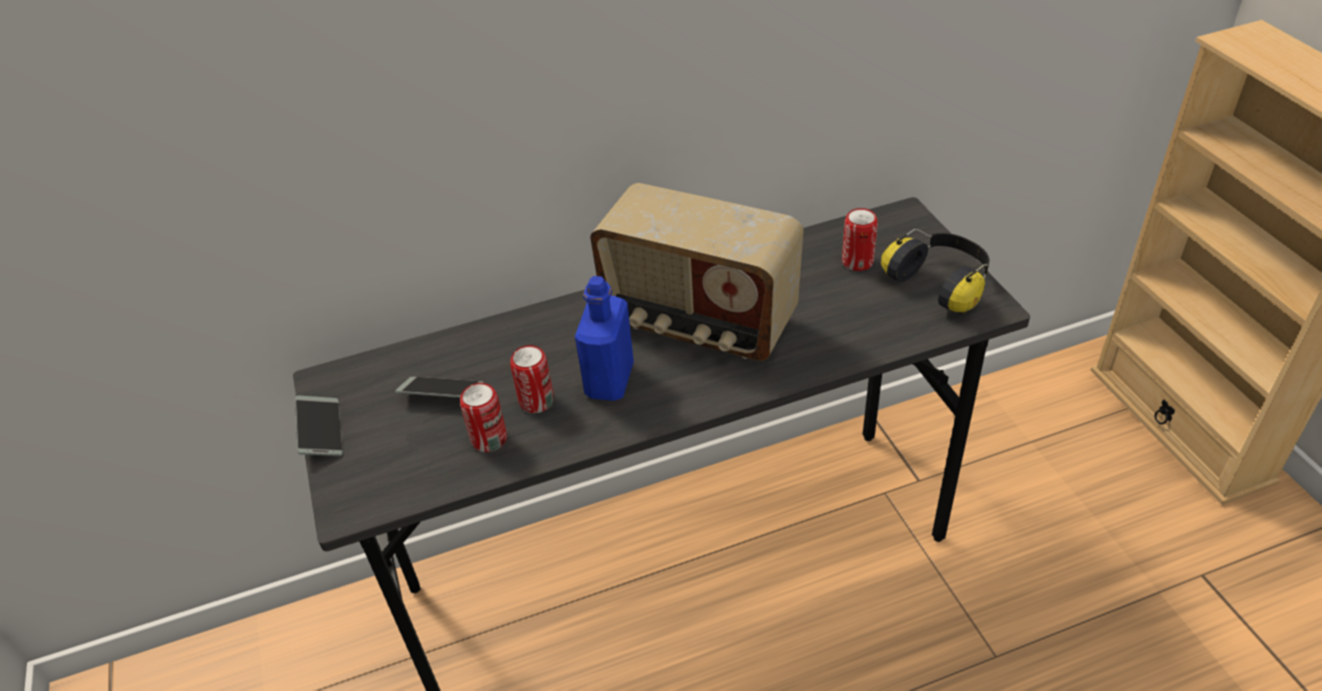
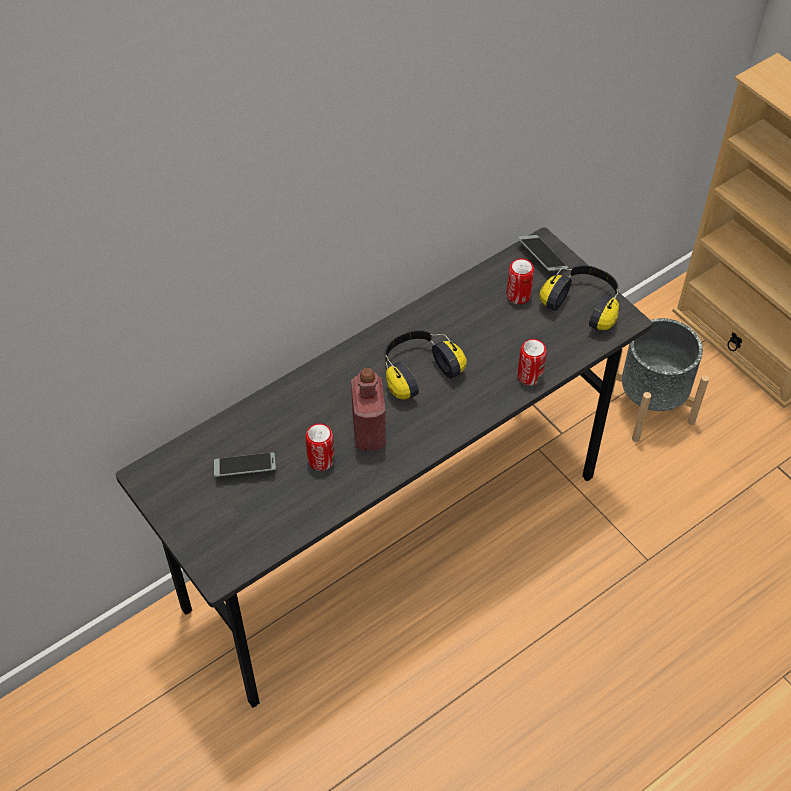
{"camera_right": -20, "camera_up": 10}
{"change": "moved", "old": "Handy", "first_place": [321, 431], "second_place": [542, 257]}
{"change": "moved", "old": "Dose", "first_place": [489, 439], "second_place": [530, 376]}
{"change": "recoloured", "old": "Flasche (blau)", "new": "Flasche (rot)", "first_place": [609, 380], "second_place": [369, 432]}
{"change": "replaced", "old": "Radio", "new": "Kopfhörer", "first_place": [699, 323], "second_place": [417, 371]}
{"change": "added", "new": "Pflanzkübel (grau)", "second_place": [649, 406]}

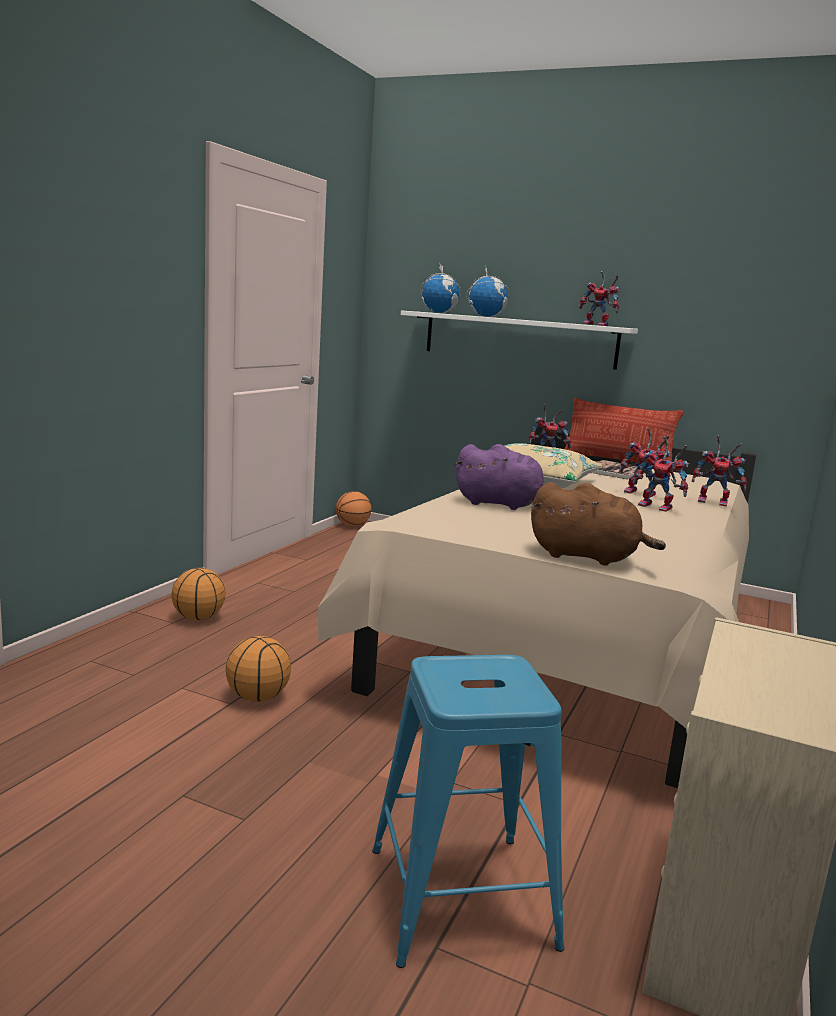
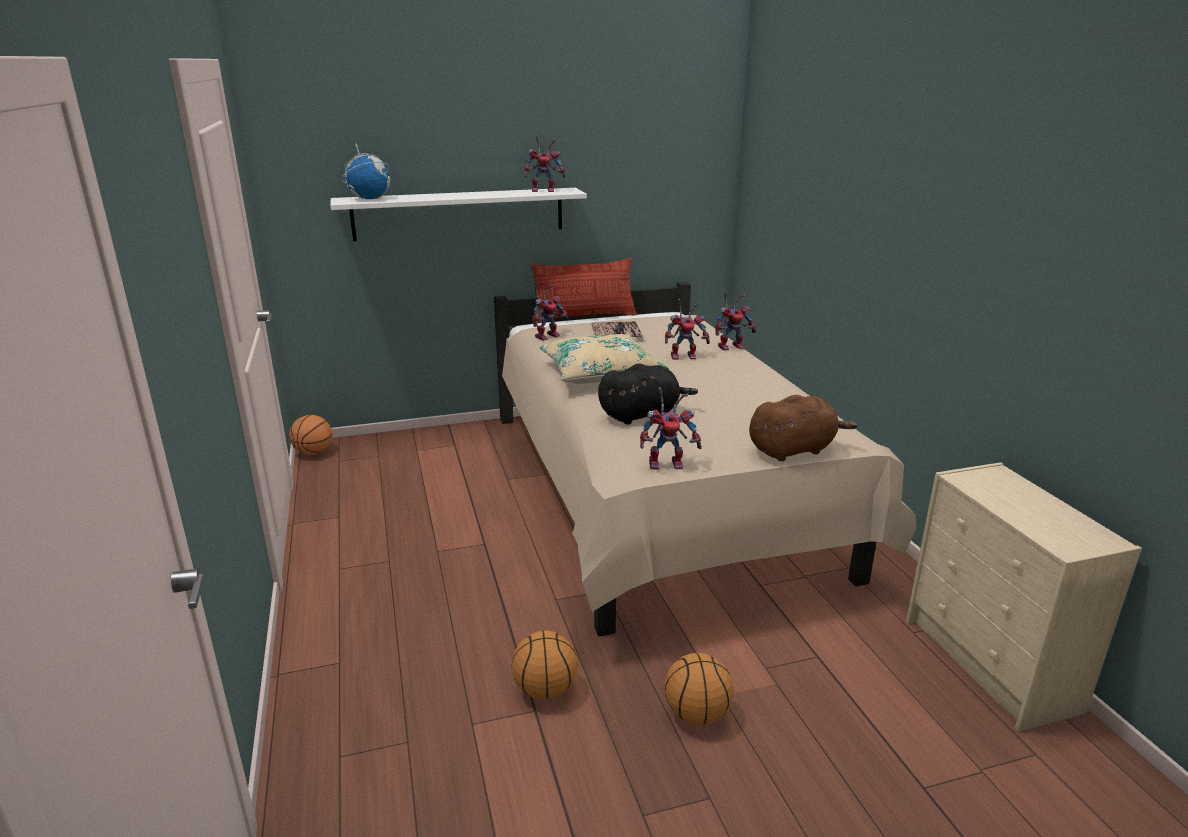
{"camera_right": -40, "camera_up": 10}
{"change": "moved", "old": "Basketball", "first_place": [198, 618], "second_place": [696, 714]}
{"change": "removed", "old": "Hocker (blau)", "first_place": [461, 896]}
{"change": "recoloured", "old": "Plüschtier (lila)", "new": "Plüschtier (schwarz)", "first_place": [501, 504], "second_place": [642, 415]}
{"change": "removed", "old": "Globus", "first_place": [486, 316]}
{"change": "moved", "old": "Spielzeugroboter", "first_place": [659, 507], "second_place": [668, 463]}

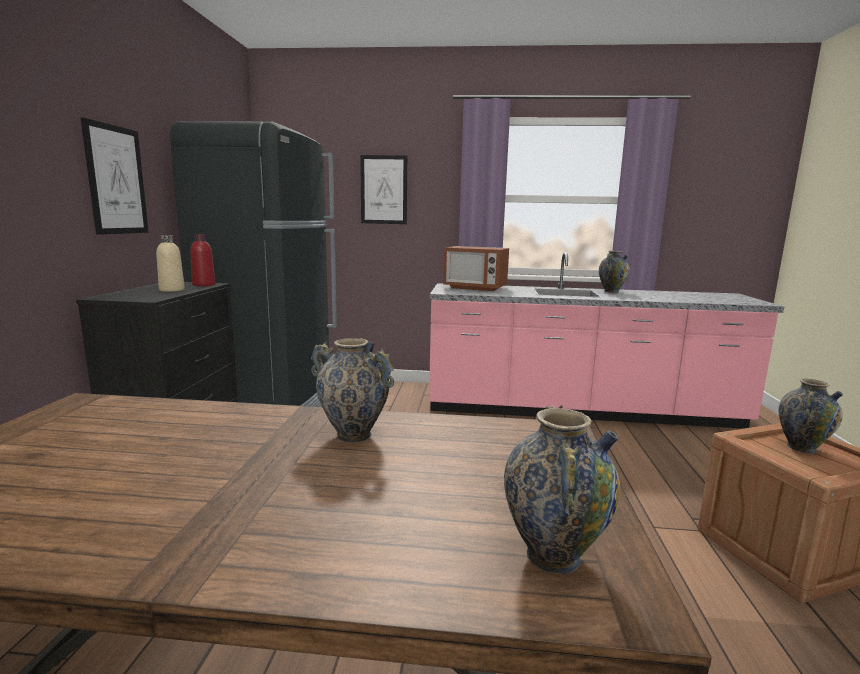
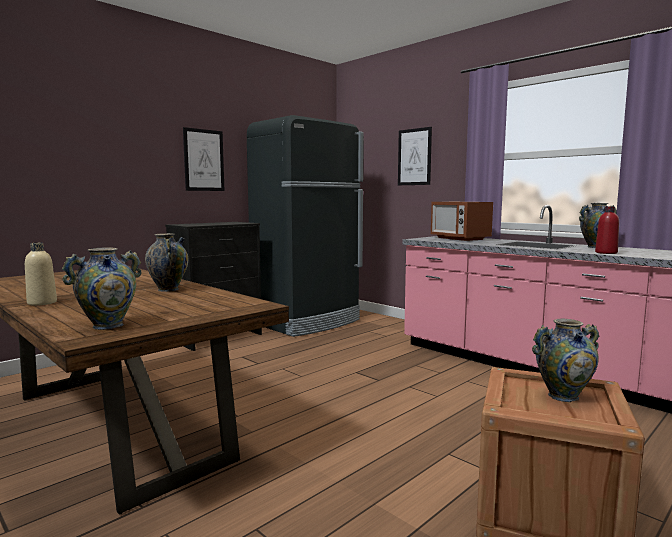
{"camera_right": 40, "camera_up": -5}
{"change": "moved", "old": "Flasche (beige)", "first_place": [172, 290], "second_place": [42, 303]}
{"change": "moved", "old": "Flasche (rot)", "first_place": [204, 285], "second_place": [606, 253]}

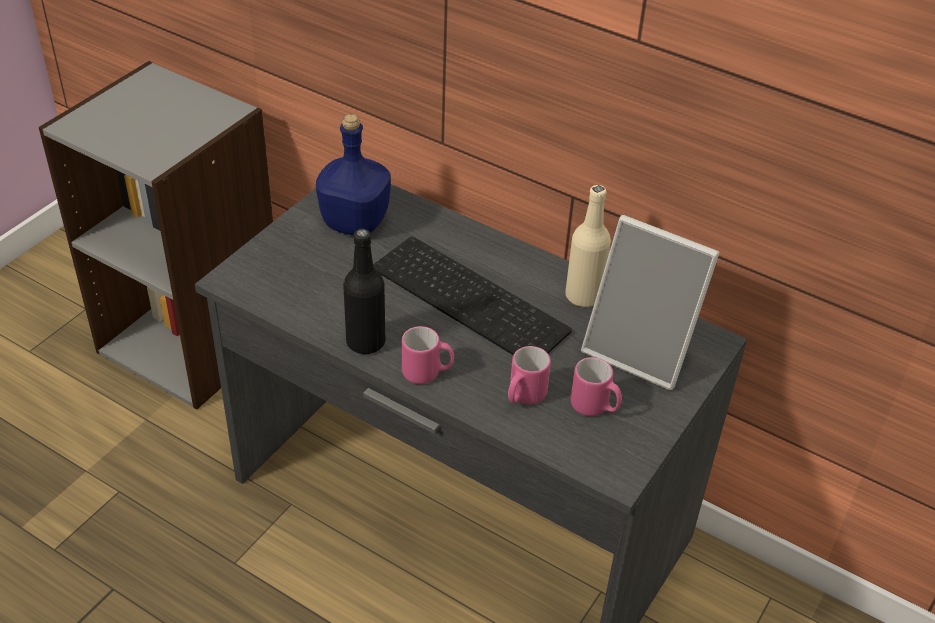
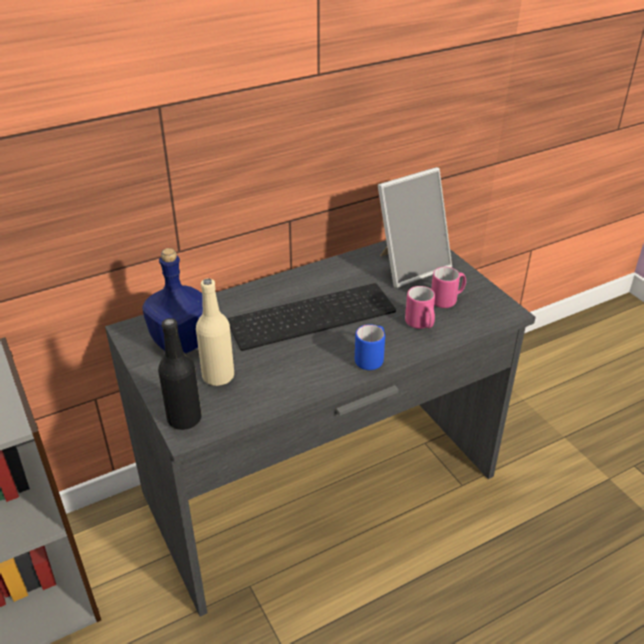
{"camera_right": -60, "camera_up": -5}
{"change": "moved", "old": "Flasche (schwarz)", "first_place": [365, 342], "second_place": [184, 419]}
{"change": "recoloured", "old": "Henkelbecher (rosa)", "new": "Henkelbecher (blau)", "first_place": [427, 373], "second_place": [371, 359]}
{"change": "moved", "old": "Flasche (beige)", "first_place": [583, 296], "second_place": [218, 376]}

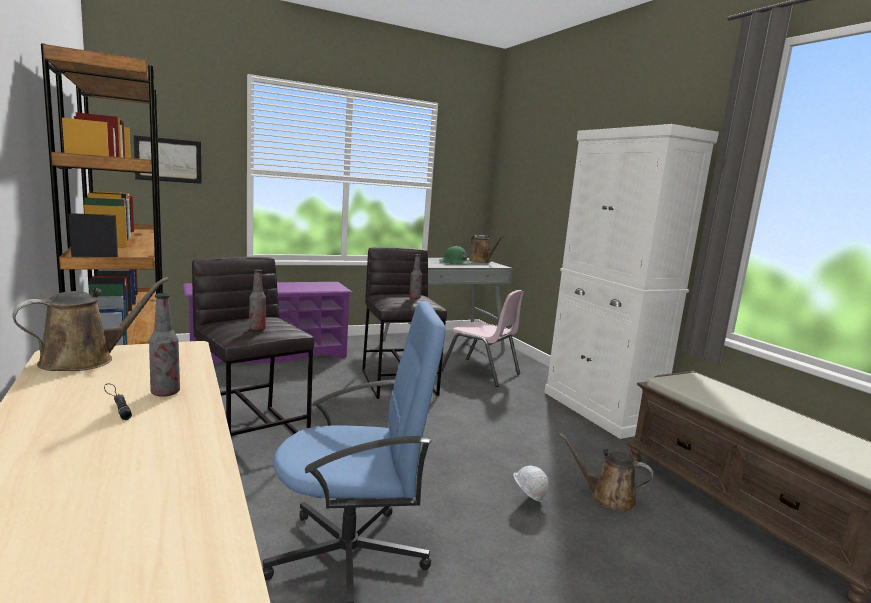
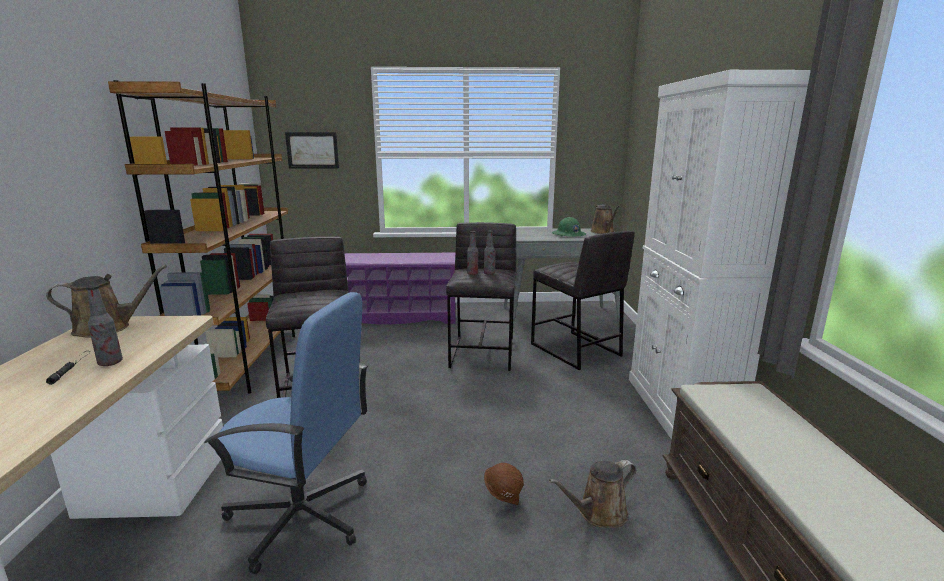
{"camera_right": 25, "camera_up": 5}
{"change": "moved", "old": "Flasche", "first_place": [257, 329], "second_place": [472, 274]}
{"change": "replaced", "old": "Stuhl (rosa)", "new": "Hocker (grau)", "first_place": [481, 372], "second_place": [575, 350]}
{"change": "recoloured", "old": "Schutzhelm (weiß)", "new": "Schutzhelm (braun)", "first_place": [527, 502], "second_place": [503, 499]}
{"change": "turned", "old": "Gießkanne (braun)", "first_place": [607, 498], "second_place": [598, 513], "degrees": -75}

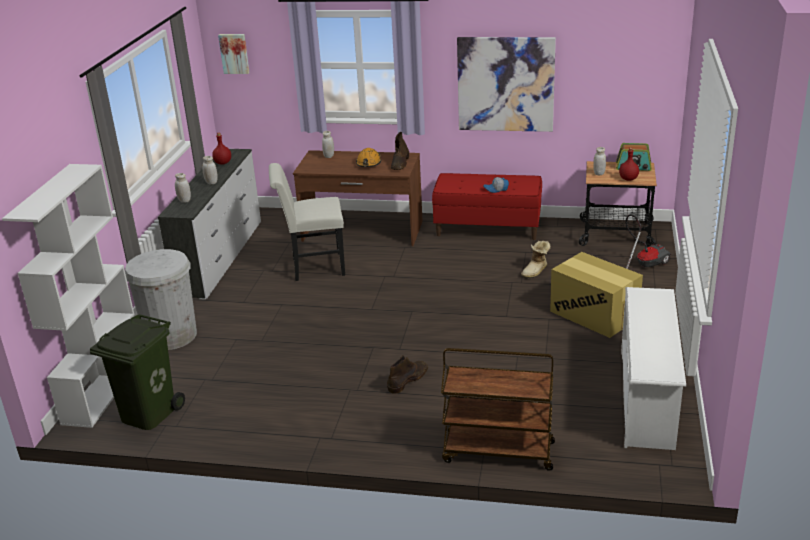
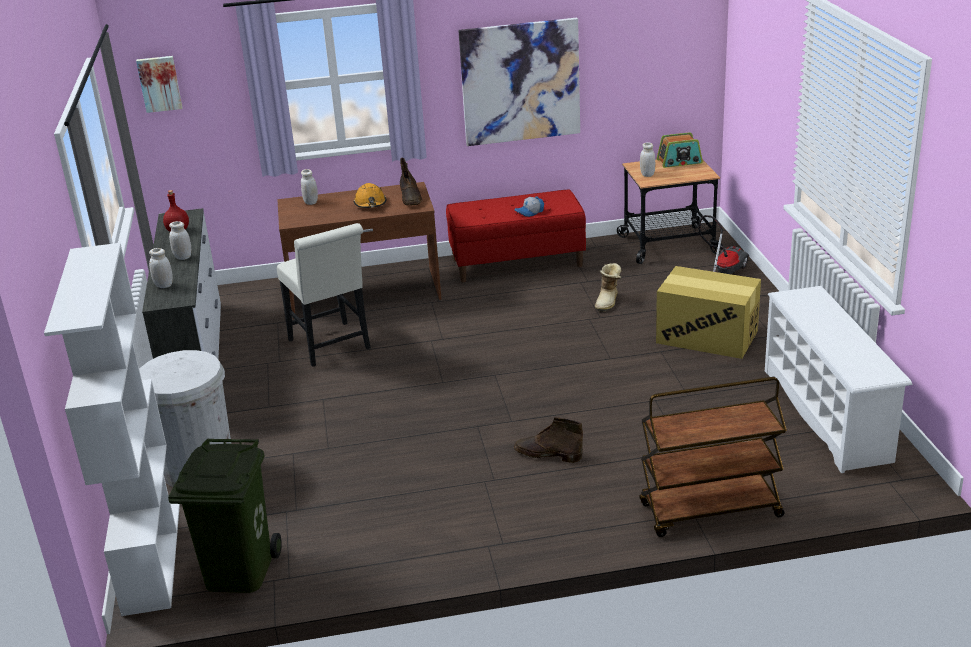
{"camera_right": -20, "camera_up": 0}
{"change": "turned", "old": "Stuhl (weiß)", "first_place": [313, 267], "second_place": [332, 347], "degrees": -90}
{"change": "turned", "old": "Stiefel (braun)", "first_place": [408, 380], "second_place": [547, 454], "degrees": -90}
{"change": "removed", "old": "Flasche (rot)", "first_place": [628, 179]}

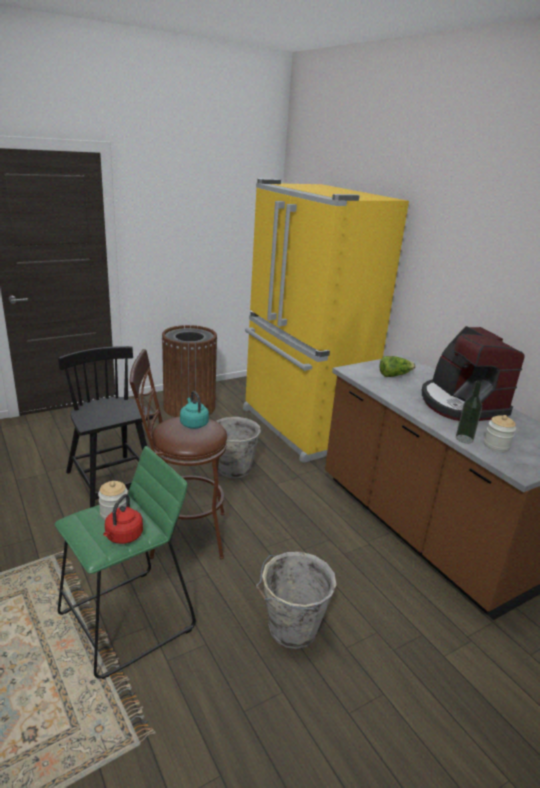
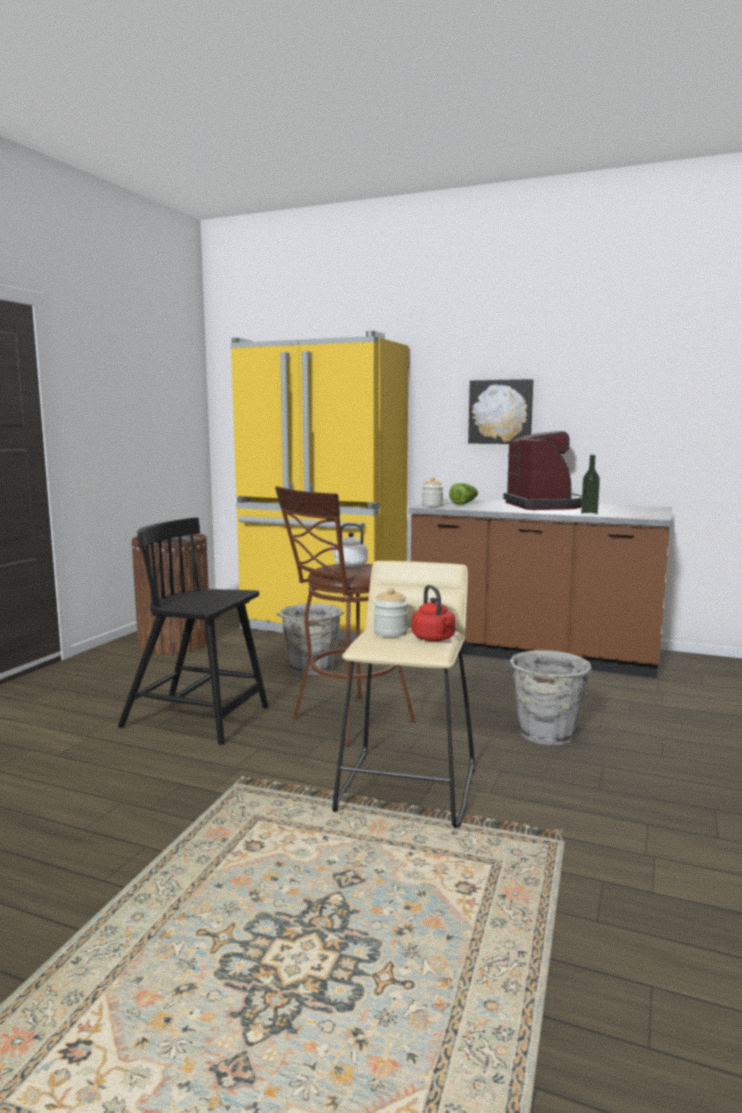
{"camera_right": -35, "camera_up": -15}
{"change": "recoloured", "old": "Hocker (grün)", "new": "Hocker (beige)", "first_place": [127, 621], "second_place": [408, 789]}
{"change": "recoloured", "old": "Wasserkessel (türkis)", "new": "Wasserkessel (weiß)", "first_place": [193, 423], "second_place": [348, 565]}
{"change": "turned", "old": "Kaffeemaschine", "first_place": [461, 404], "second_place": [544, 505], "degrees": -135}
{"change": "moved", "old": "Vorratsglas", "first_place": [496, 446], "second_place": [432, 506]}
{"change": "added", "new": "Bild", "second_place": [500, 412]}

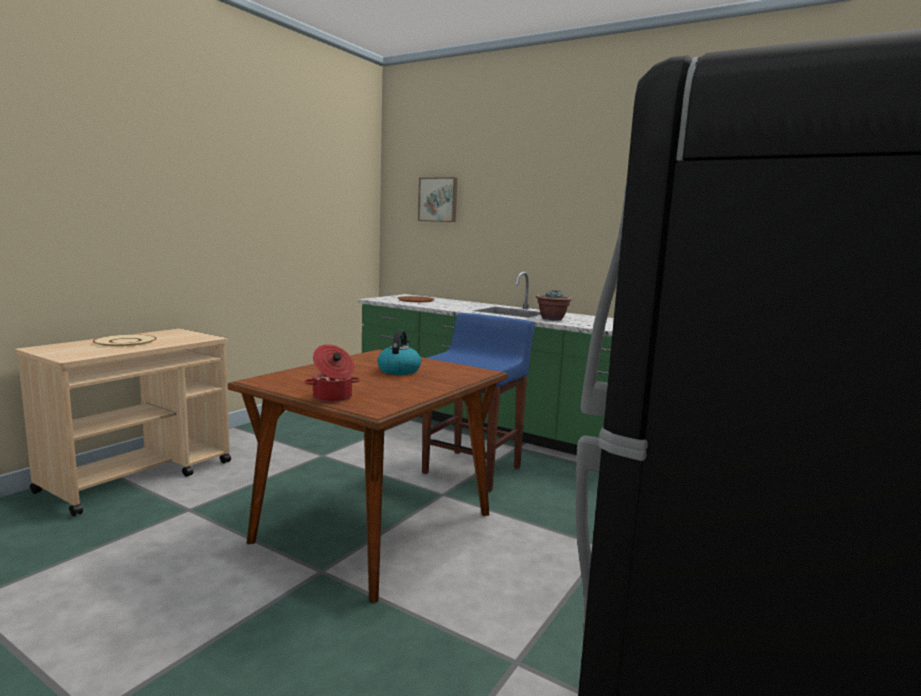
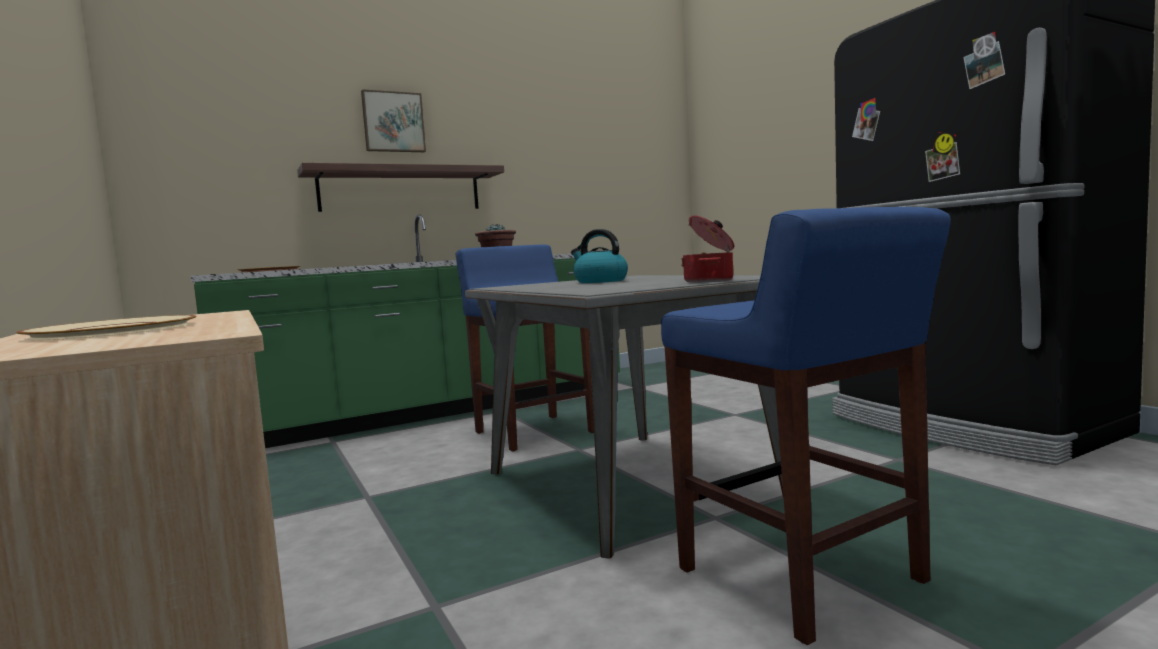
{"camera_right": -60, "camera_up": -5}
{"change": "recoloured", "old": "Esstisch (braun)", "new": "Esstisch (grau)", "first_place": [375, 528], "second_place": [630, 484]}
{"change": "moved", "old": "Bild", "first_place": [438, 200], "second_place": [393, 122]}
{"change": "added", "new": "Wandregal", "second_place": [401, 190]}
{"change": "added", "new": "Hocker (blau)", "second_place": [802, 577]}

